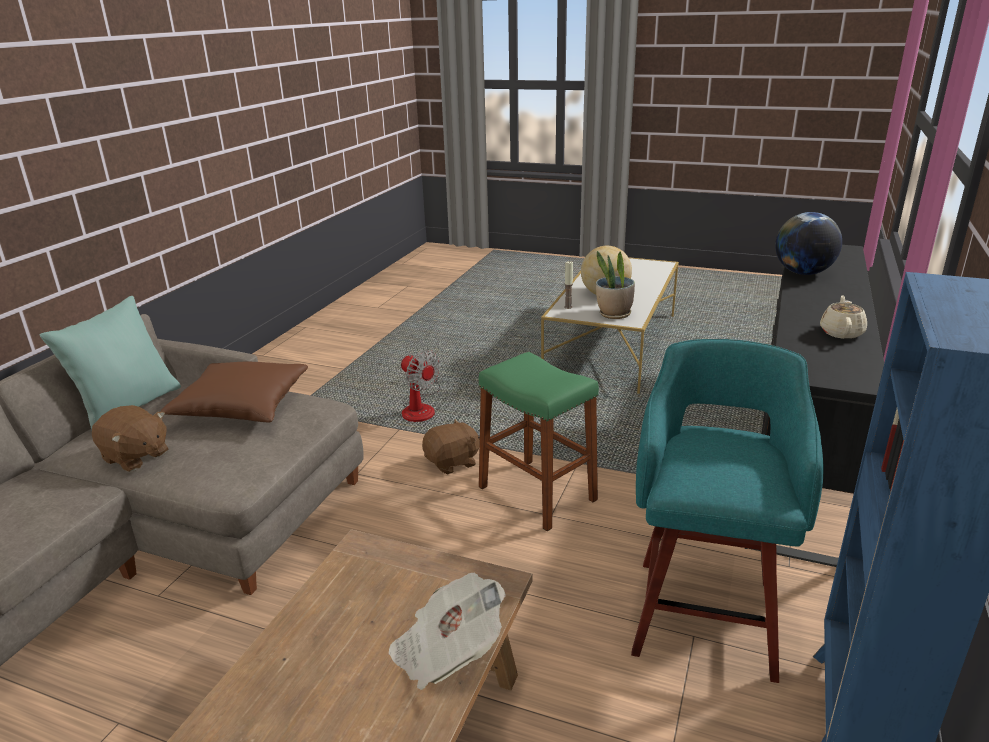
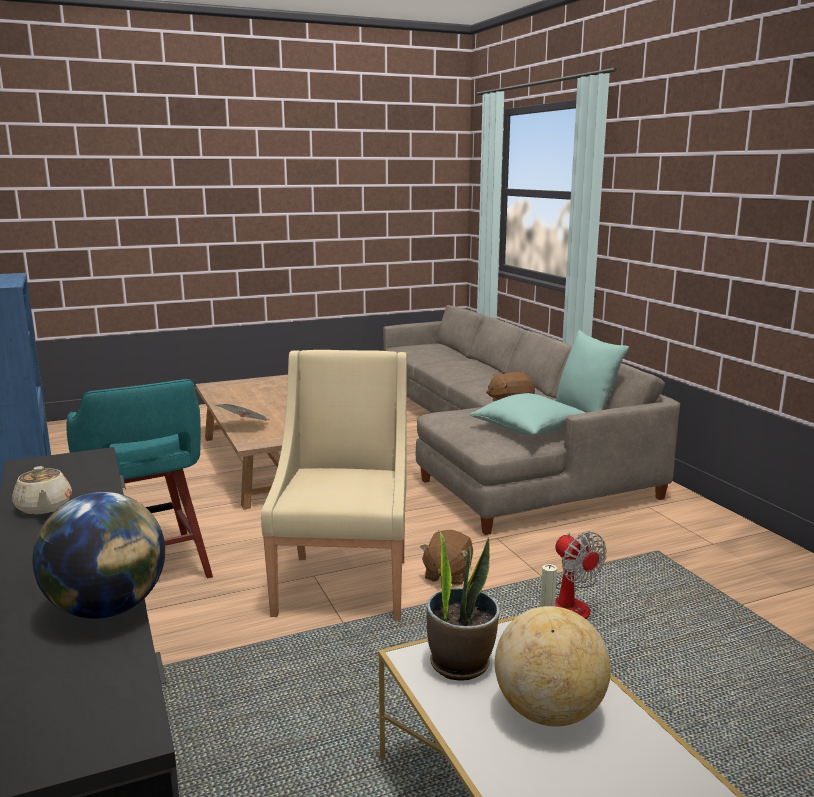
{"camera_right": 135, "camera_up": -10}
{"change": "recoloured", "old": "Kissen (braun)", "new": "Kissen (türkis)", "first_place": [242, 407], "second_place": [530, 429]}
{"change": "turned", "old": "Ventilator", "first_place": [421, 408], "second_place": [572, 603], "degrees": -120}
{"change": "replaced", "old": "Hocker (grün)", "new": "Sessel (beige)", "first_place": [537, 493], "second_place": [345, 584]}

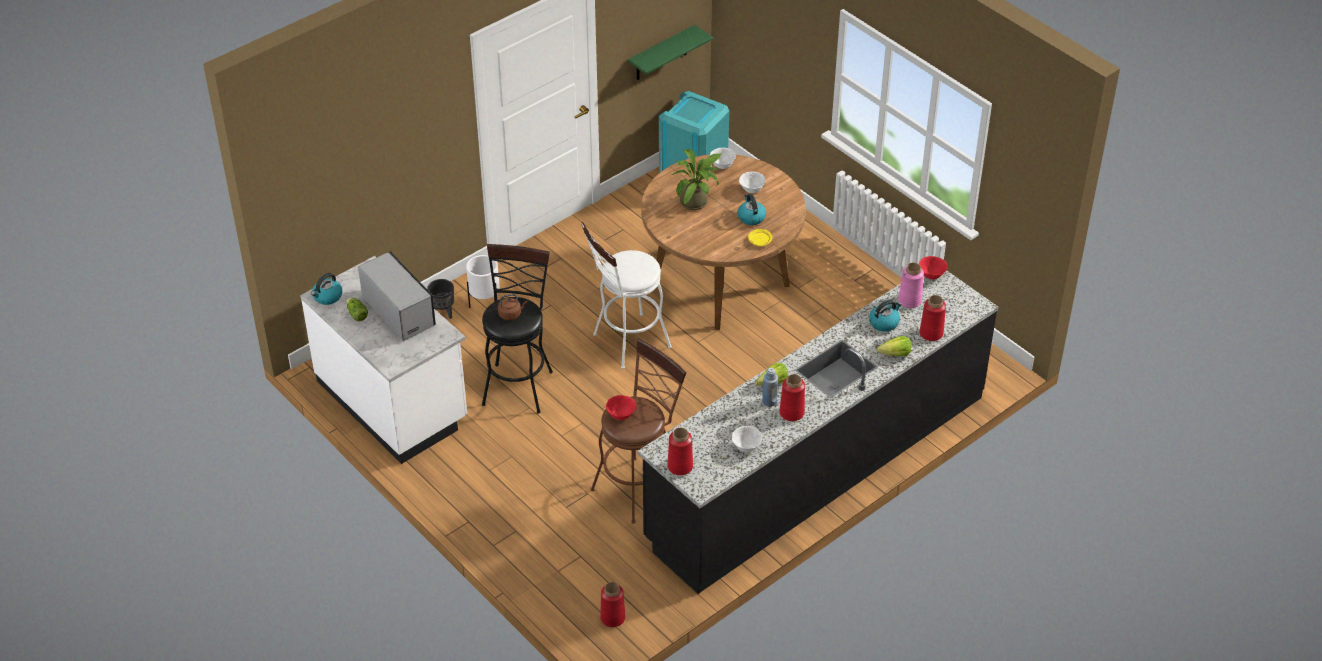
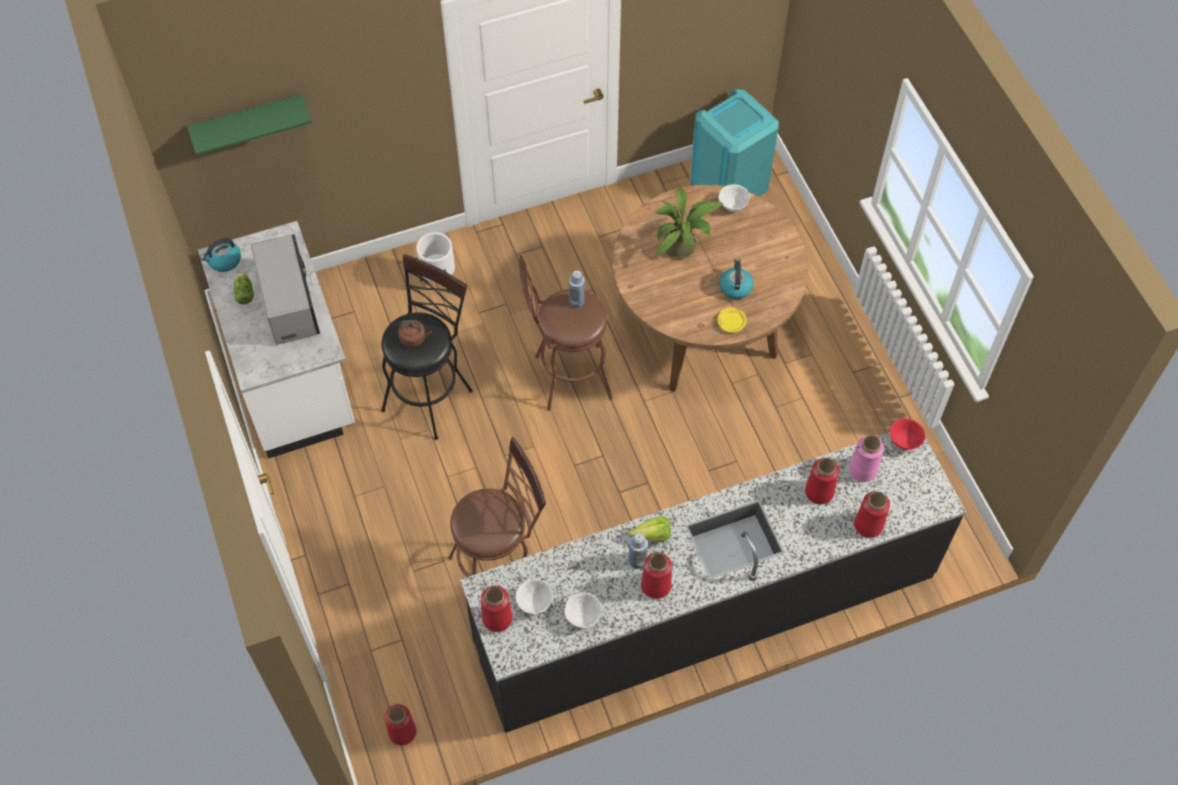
{"camera_right": 20, "camera_up": 15}
{"change": "removed", "old": "Pflanzkübel (schwarz)", "first_place": [442, 313]}
{"change": "recoloured", "old": "Hocker (weiß)", "new": "Hocker (braun)", "first_place": [626, 343], "second_place": [565, 378]}
{"change": "removed", "old": "Schüssel (rot)", "first_place": [621, 416]}
{"change": "moved", "old": "Wandregal (grün)", "first_place": [661, 54], "second_place": [248, 123]}
{"change": "moved", "old": "Schüssel (weiß)", "first_place": [751, 190], "second_place": [534, 603]}
{"change": "replaced", "old": "Wasserkessel", "new": "Vase (rot)", "first_place": [884, 322], "second_place": [819, 491]}
{"change": "removed", "old": "Salatkopf", "first_place": [892, 354]}
{"change": "added", "new": "Flasche (blau)", "second_place": [576, 301]}

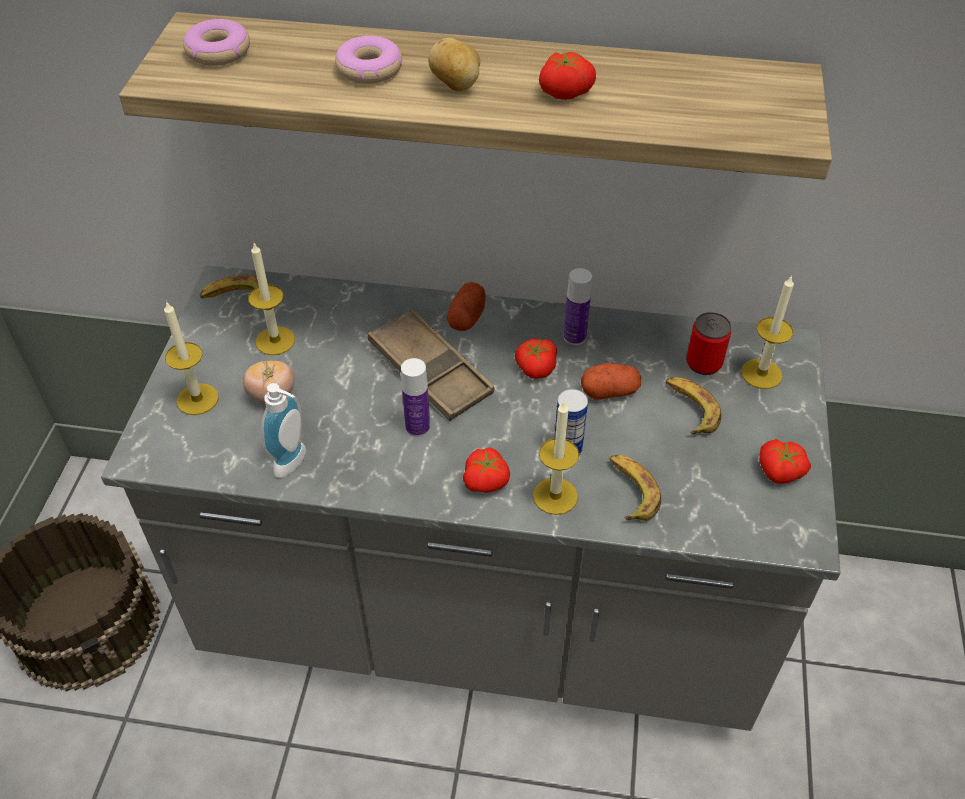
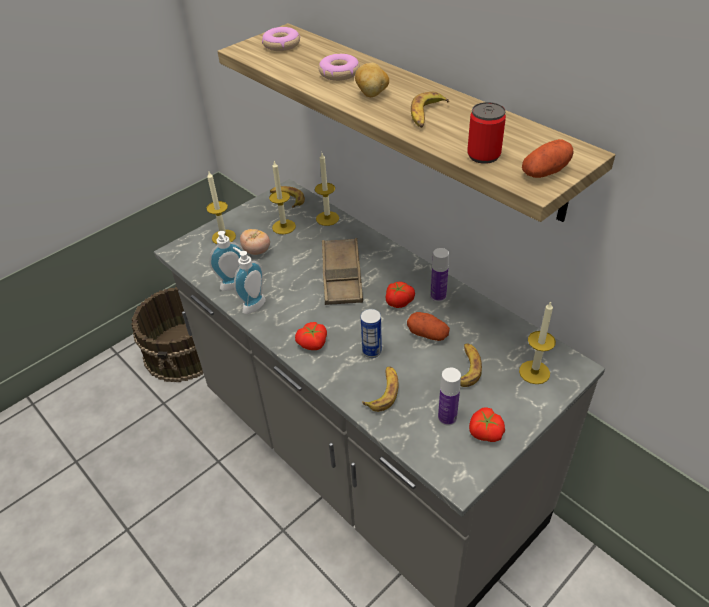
{"camera_right": 40, "camera_up": -5}
{"change": "moved", "old": "Flasche", "first_place": [417, 427], "second_place": [447, 417]}
{"change": "moved", "old": "Kartoffel", "first_place": [467, 318], "second_place": [545, 172]}
{"change": "moved", "old": "Kerze", "first_place": [555, 496], "second_place": [327, 218]}
{"change": "replaced", "old": "Tomate", "new": "Banane", "first_place": [564, 91], "second_place": [426, 115]}
{"change": "moved", "old": "Dose", "first_place": [704, 363], "second_place": [483, 155]}
{"change": "added", "new": "Seifenspender", "second_place": [252, 304]}

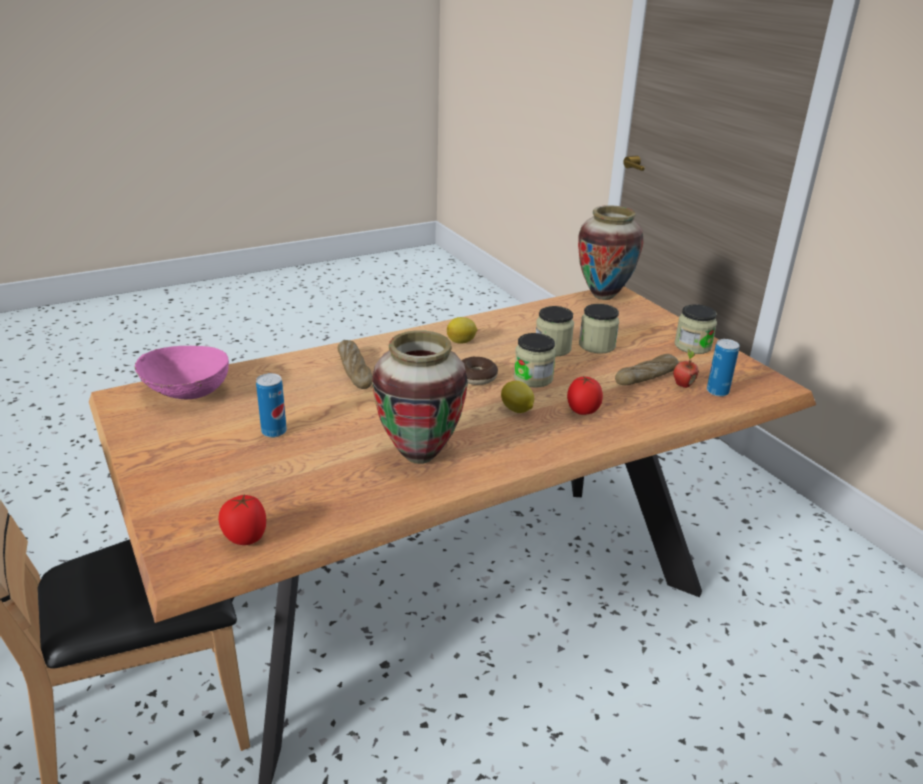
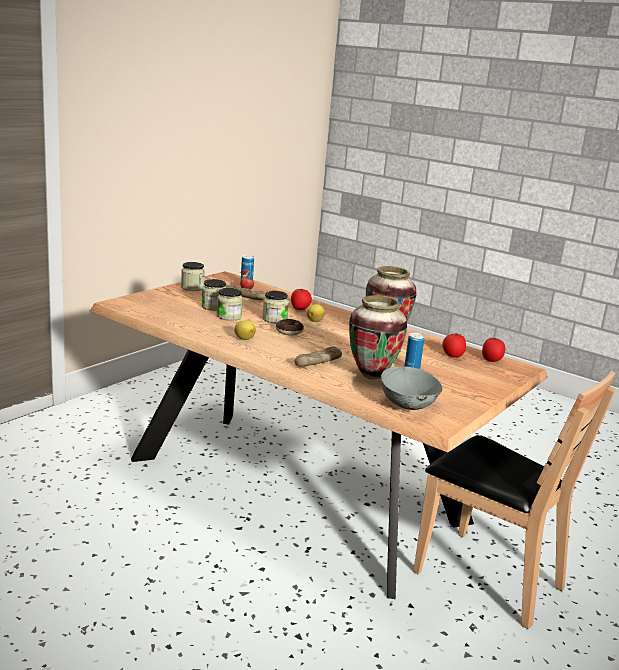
{"camera_right": -115, "camera_up": -10}
{"change": "recoloured", "old": "Schüssel (rosa)", "new": "Schüssel (grau)", "first_place": [186, 393], "second_place": [408, 405]}
{"change": "moved", "old": "Vase", "first_place": [603, 296], "second_place": [372, 376]}
{"change": "added", "new": "Tomate", "second_place": [452, 356]}

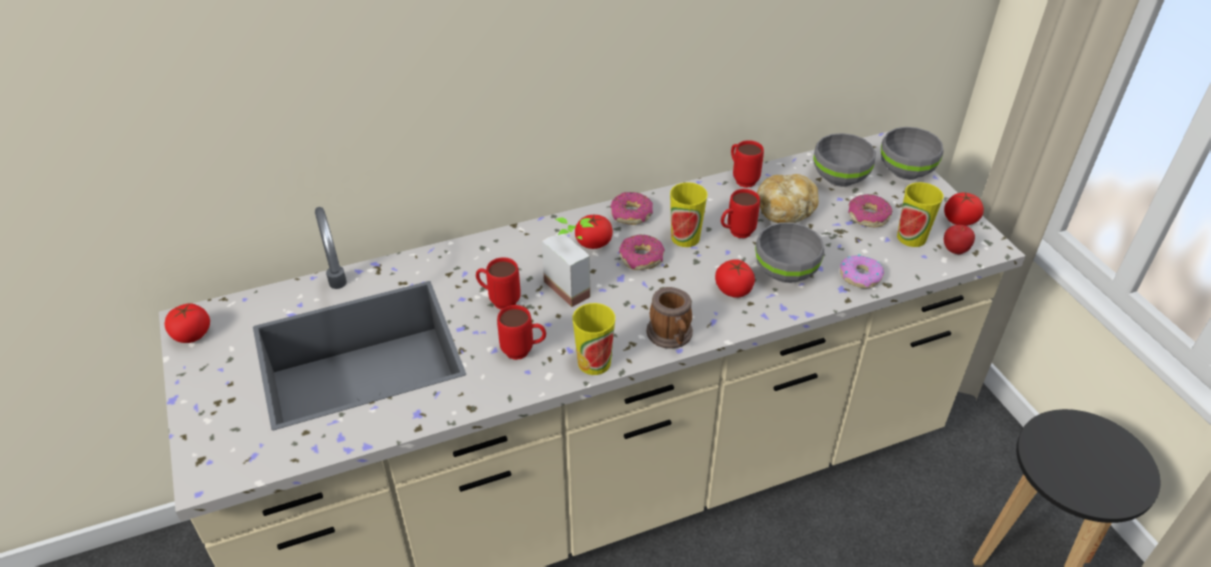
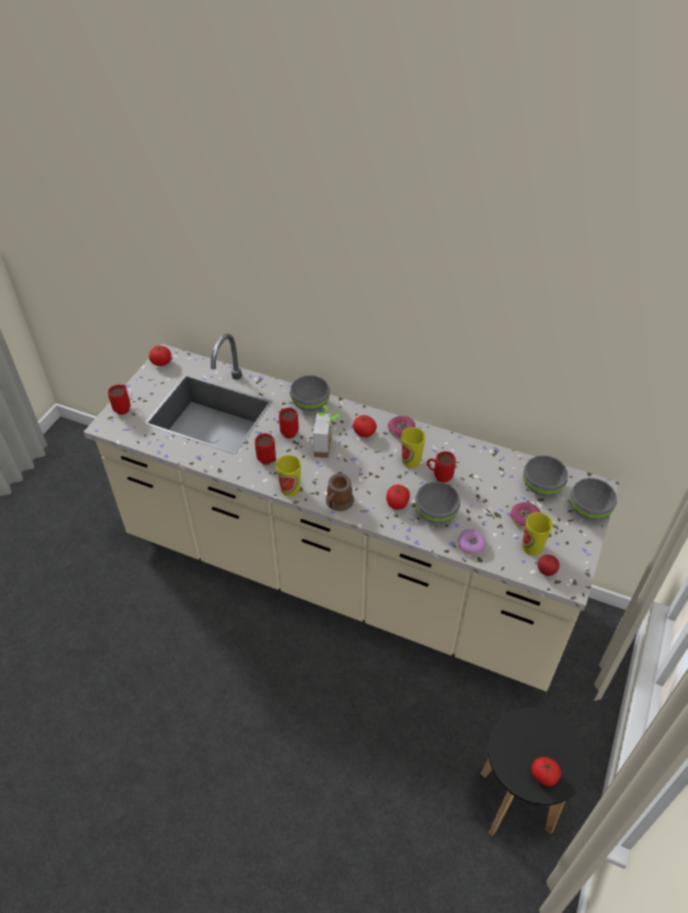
{"camera_right": 45, "camera_up": 5}
{"change": "removed", "old": "Donut", "first_place": [641, 258]}
{"change": "moved", "old": "Henkelbecher (rot)", "first_place": [742, 179], "second_place": [124, 407]}
{"change": "removed", "old": "Brot", "first_place": [785, 210]}
{"change": "moved", "old": "Tomate", "first_place": [960, 220], "second_place": [543, 775]}
{"change": "added", "new": "Schüssel (grau)", "second_place": [310, 405]}

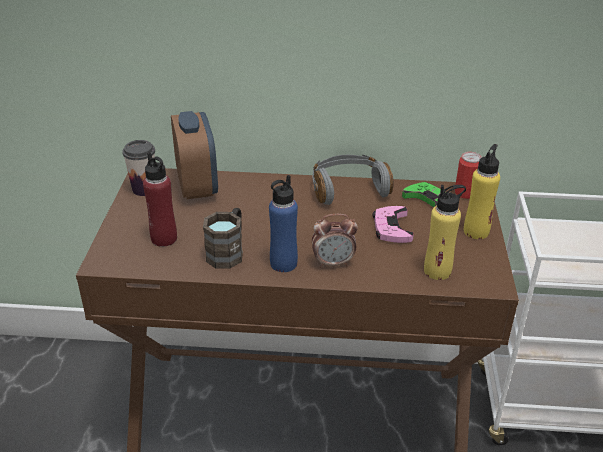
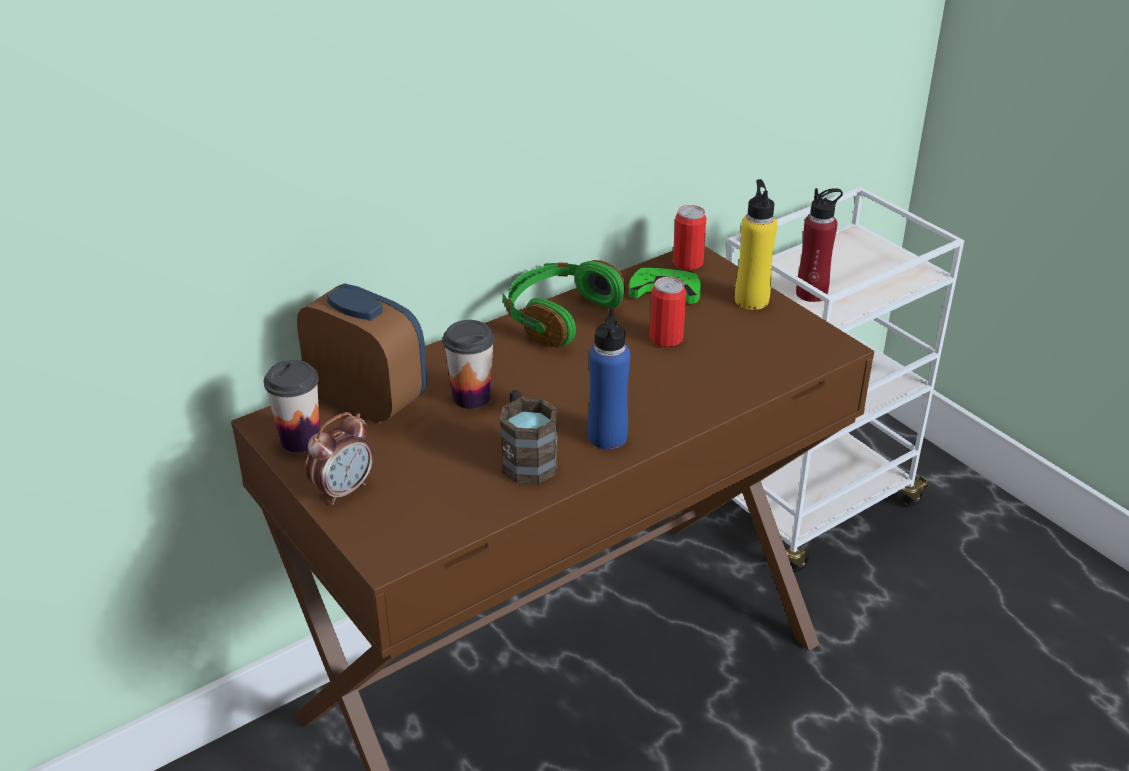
{"camera_right": -40, "camera_up": 0}
{"change": "moved", "old": "Flasche (rot)", "first_place": [164, 238], "second_place": [811, 293]}
{"change": "recoloured", "old": "Kopfhörer (grau)", "new": "Kopfhörer (grün)", "first_place": [348, 188], "second_place": [558, 316]}
{"change": "moved", "old": "Wecker", "first_place": [333, 263], "second_place": [344, 490]}
{"change": "replaced", "old": "Gamepad (rosa)", "new": "Dose", "first_place": [391, 228], "second_place": [666, 338]}
{"change": "removed", "old": "Flasche (gelb)", "first_place": [437, 271]}
{"change": "added", "new": "Tasse", "second_place": [471, 397]}

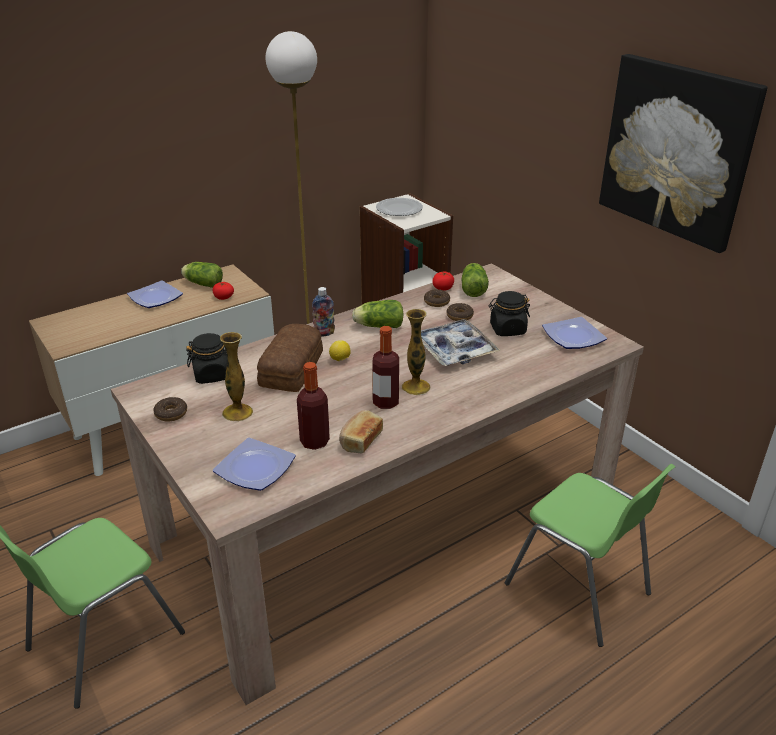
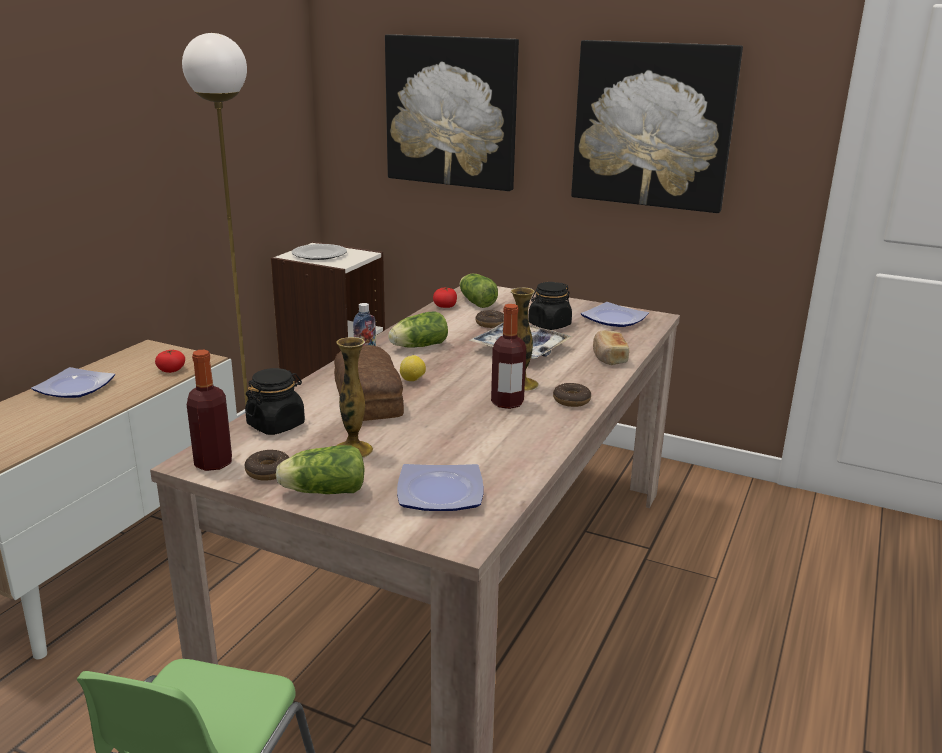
{"camera_right": -30, "camera_up": -10}
{"change": "moved", "old": "Salatkopf", "first_place": [202, 284], "second_place": [321, 491]}
{"change": "moved", "old": "Flasche", "first_place": [314, 441], "second_place": [213, 463]}
{"change": "moved", "old": "Brot", "first_place": [360, 440], "second_place": [608, 357]}
{"change": "moved", "old": "Donut", "first_place": [436, 302], "second_place": [571, 400]}
{"change": "removed", "old": "Stuhl (grün)", "first_place": [579, 589]}
{"change": "added", "new": "Bild", "second_place": [451, 112]}

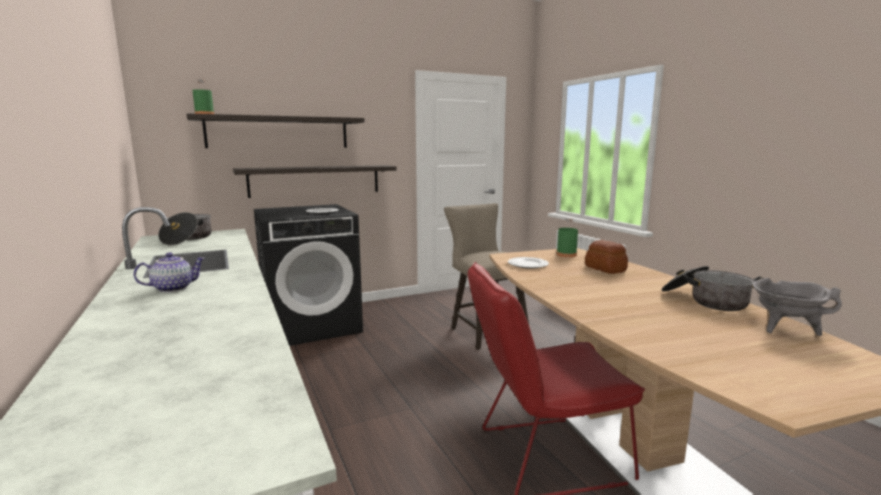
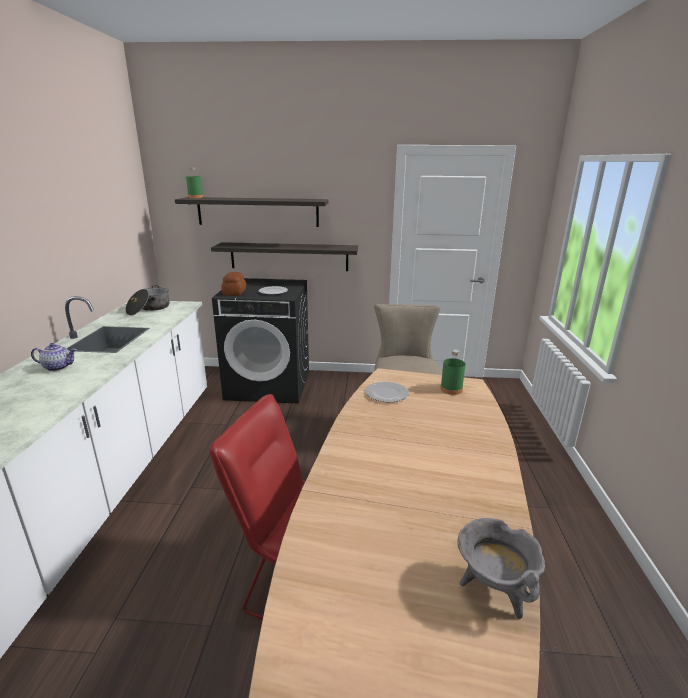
{"camera_right": 30, "camera_up": 10}
{"change": "moved", "old": "Brot", "first_place": [605, 269], "second_place": [235, 292]}
{"change": "removed", "old": "Kochtopf", "first_place": [705, 301]}

